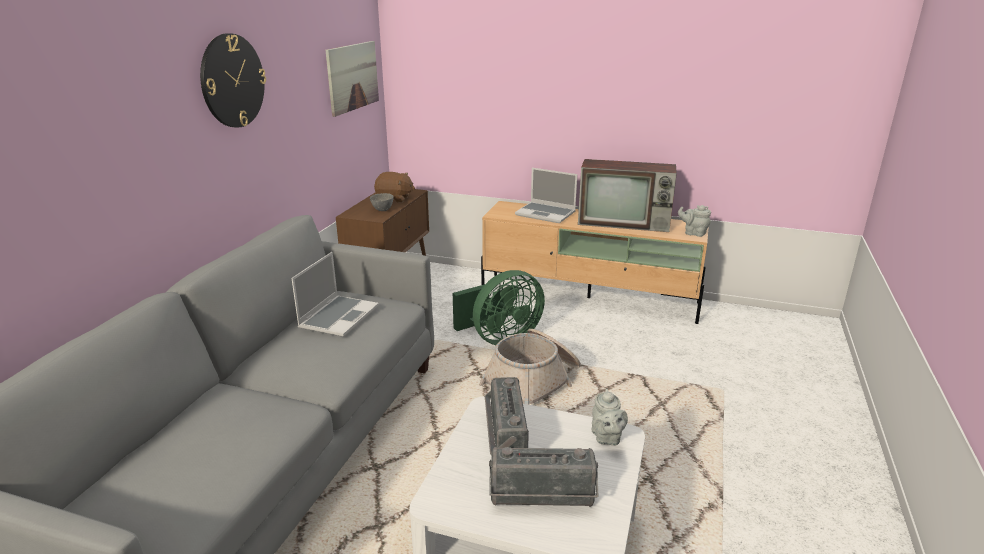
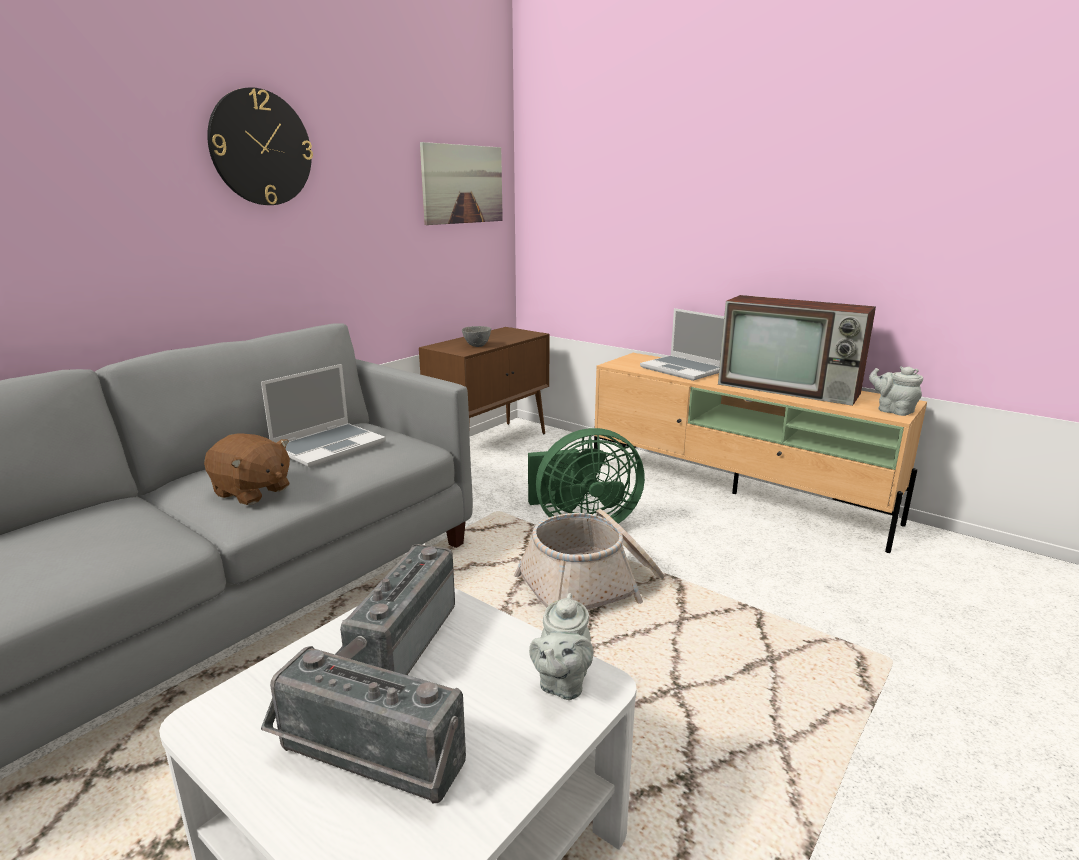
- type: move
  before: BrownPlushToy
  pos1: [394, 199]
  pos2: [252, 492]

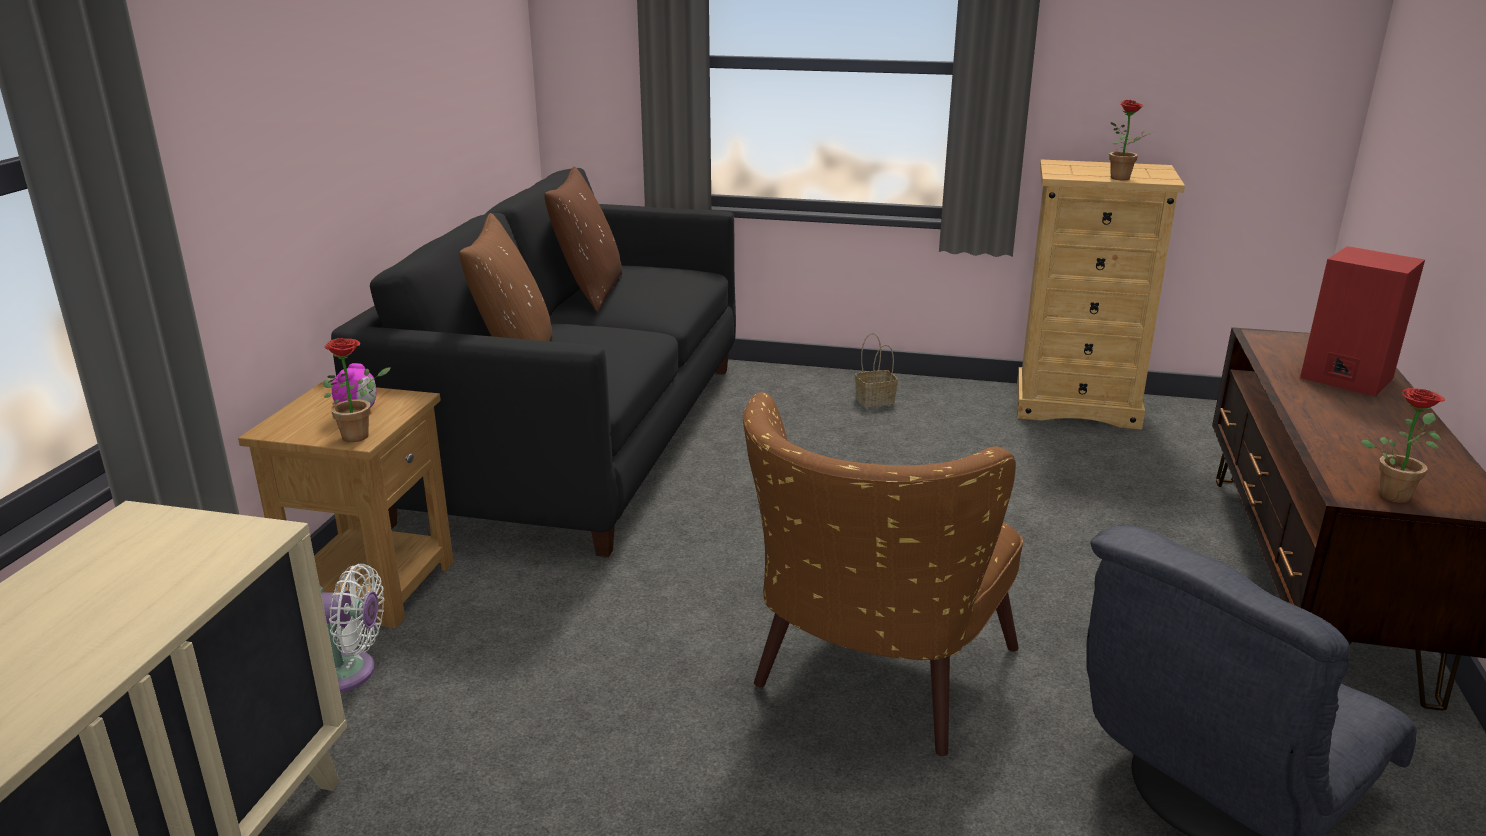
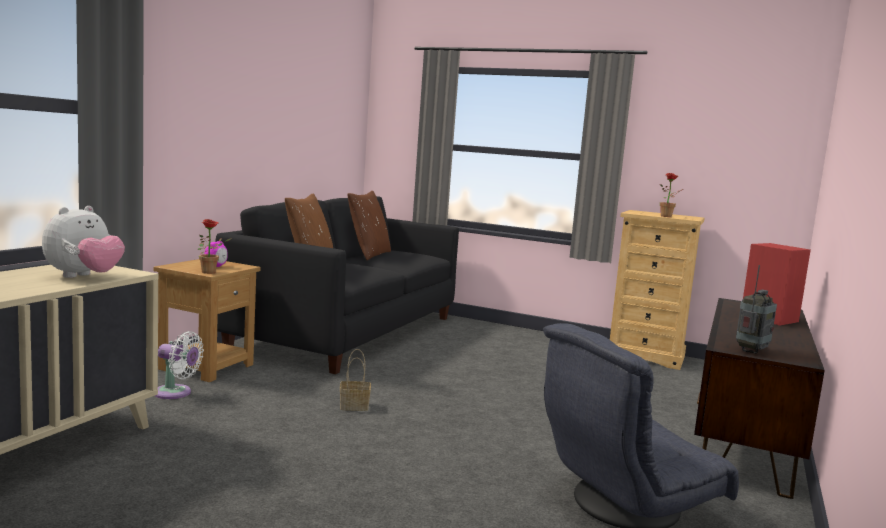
- type: insert
  after: PlushToy
  pos2: [84, 277]
- type: move
  before: Basket
  pos1: [874, 401]
  pos2: [353, 406]
- type: replace
  before: PottedPlant
  after: Radio
  pos1: [1394, 493]
  pos2: [751, 351]
- type: delete
  before: BrownArmchair
  pos1: [871, 682]

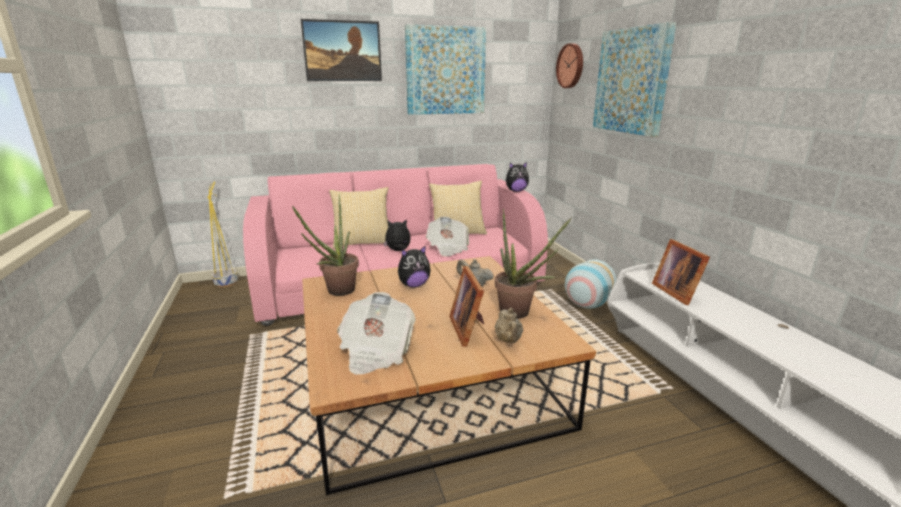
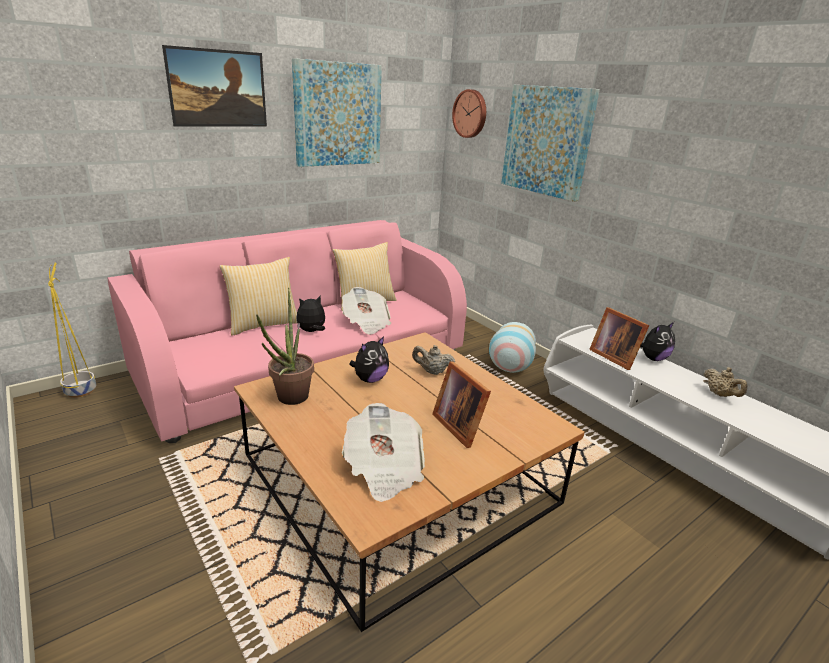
- type: move
  before: PlushToy
  pos1: [516, 191]
  pos2: [652, 358]
- type: move
  before: BeigeTeapot
  pos1: [508, 341]
  pos2: [720, 394]
- type: delete
  before: PottedPlant
  pos1: [520, 314]

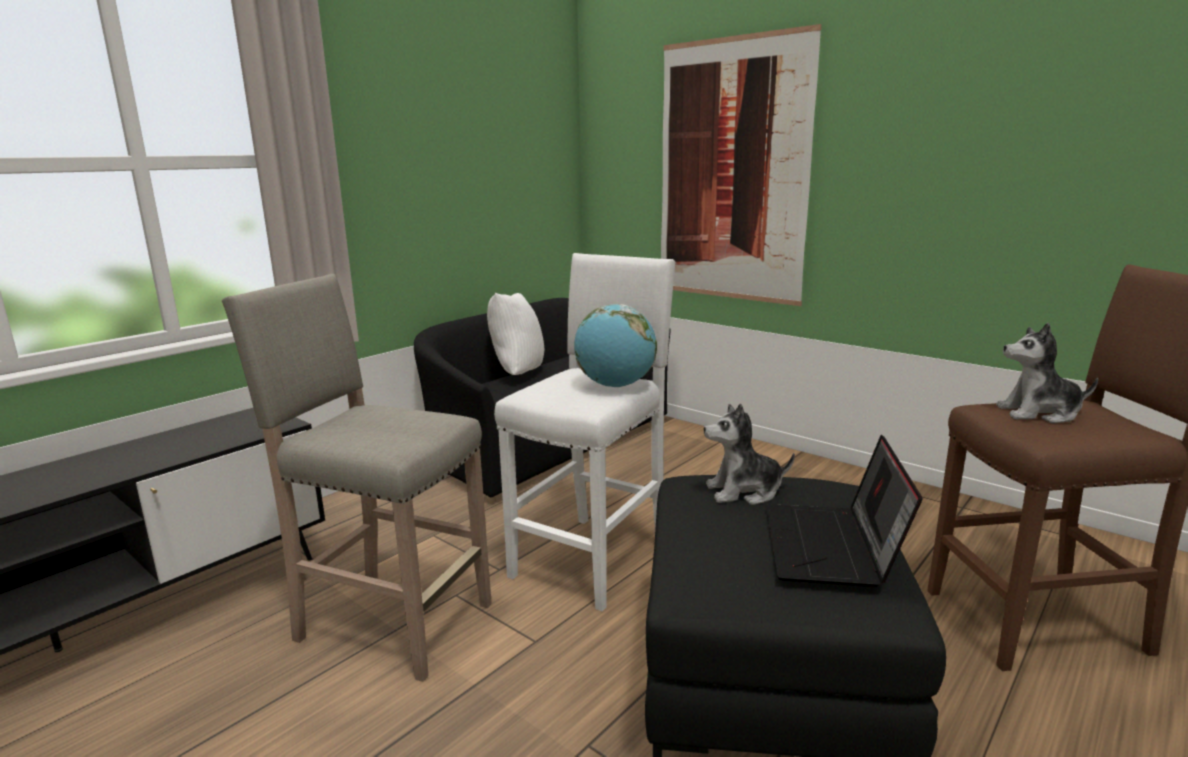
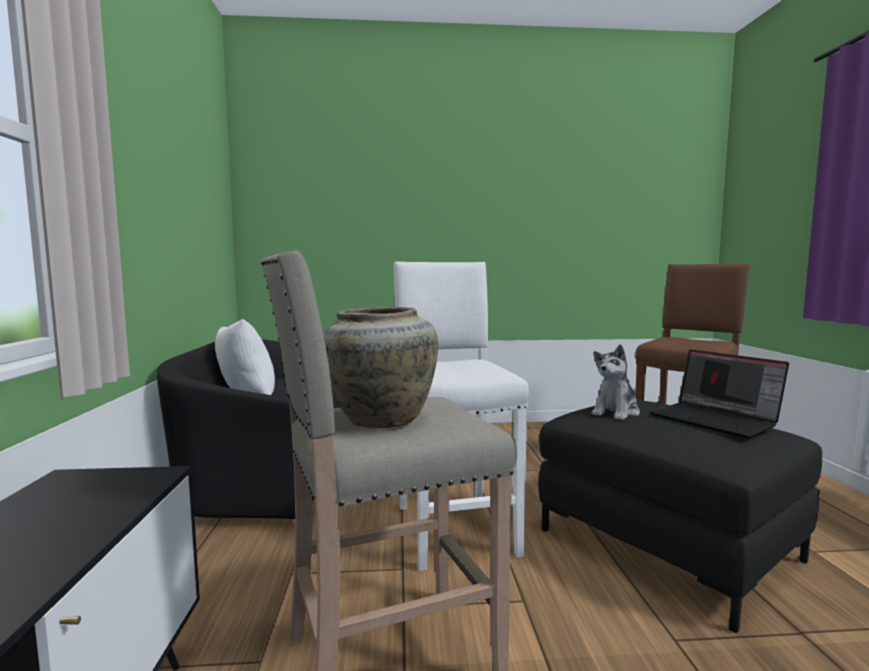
- type: insert
  after: BeigeVase
  pos2: [380, 419]
- type: delete
  before: Globe
  pos1: [615, 386]
- type: delete
  before: Picture
  pos1: [731, 173]
- type: delete
  before: PlushToy
  pos1: [1039, 413]

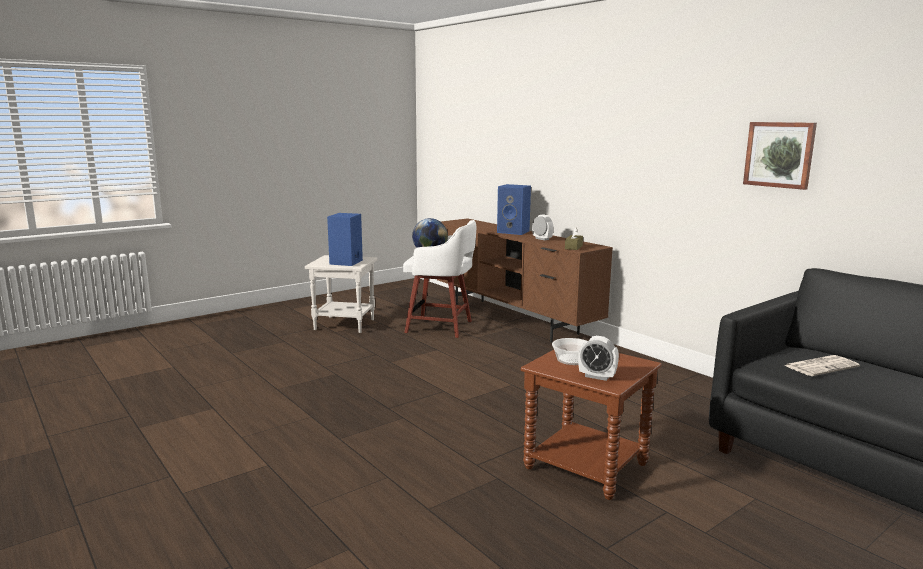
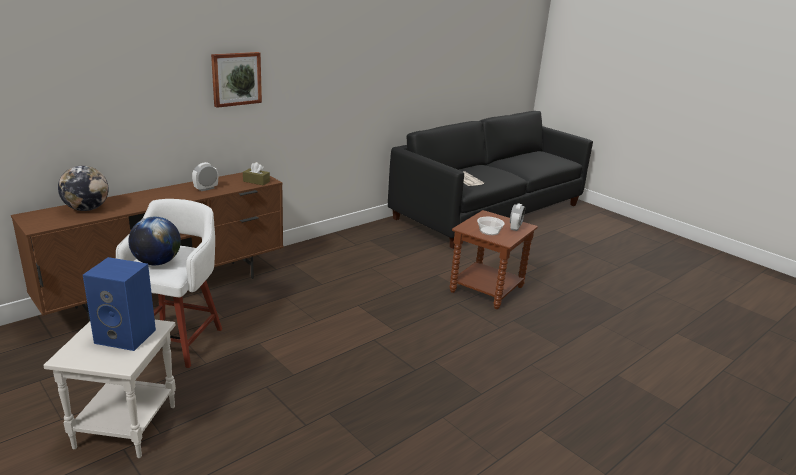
- type: insert
  after: Globe
  pos2: [86, 209]
- type: move
  before: Picture
  pos1: [779, 154]
  pos2: [236, 79]
- type: delete
  before: BlueSpeaker
  pos1: [514, 232]

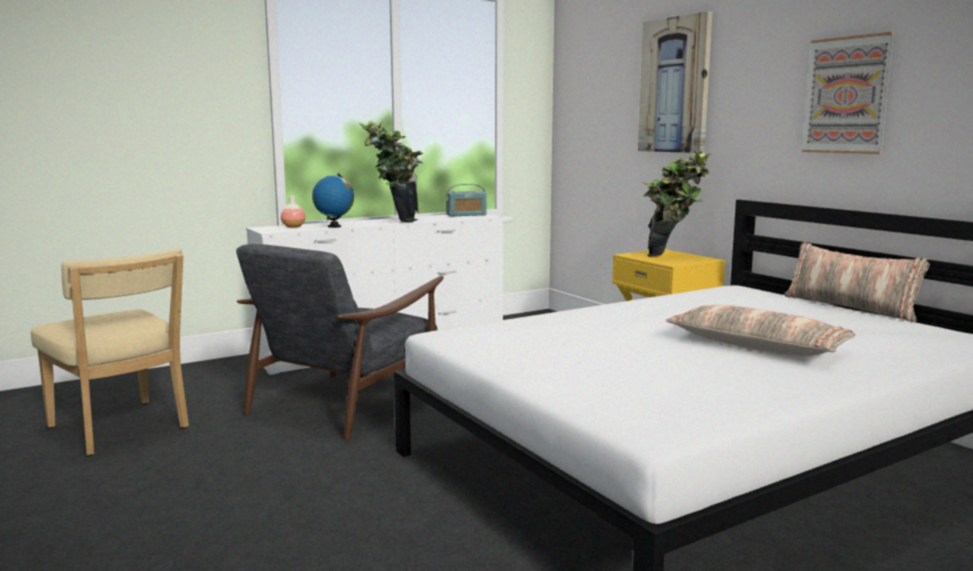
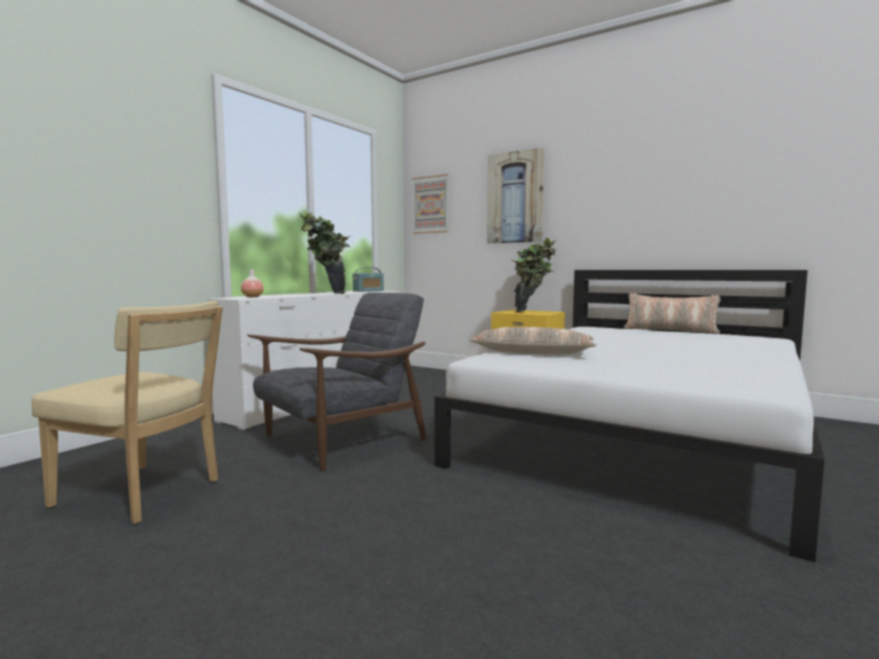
- type: rotate
  before: GreyArmchair
  pos1: [345, 402]
  pos2: [341, 439]
  turn: -135
- type: move
  before: Picture
  pos1: [847, 95]
  pos2: [431, 204]
- type: move
  before: Pillow
  pos1: [757, 346]
  pos2: [532, 353]
- type: delete
  before: Globe
  pos1: [334, 226]

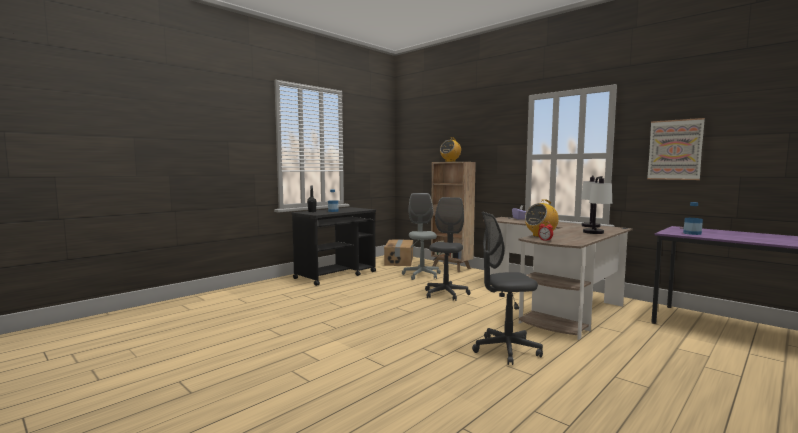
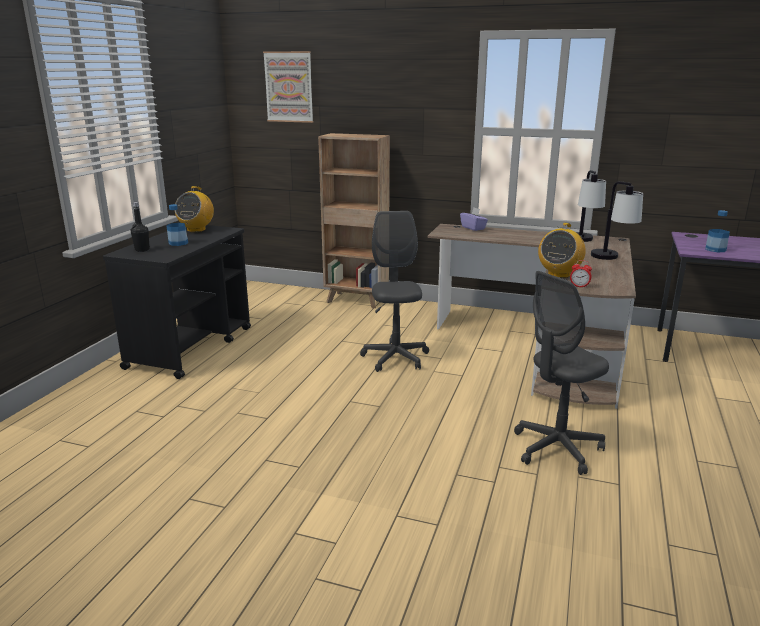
- type: move
  before: Radio
  pos1: [450, 161]
  pos2: [196, 230]
- type: move
  before: Picture
  pos1: [675, 150]
  pos2: [289, 87]
- type: delete
  before: CardboardBox
  pos1: [399, 261]
- type: delete
  before: GreyOfficeChair
  pos1: [421, 275]

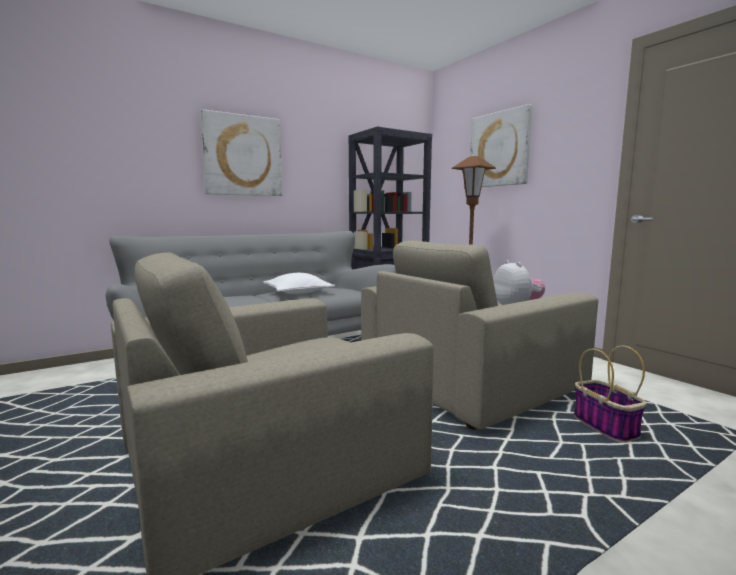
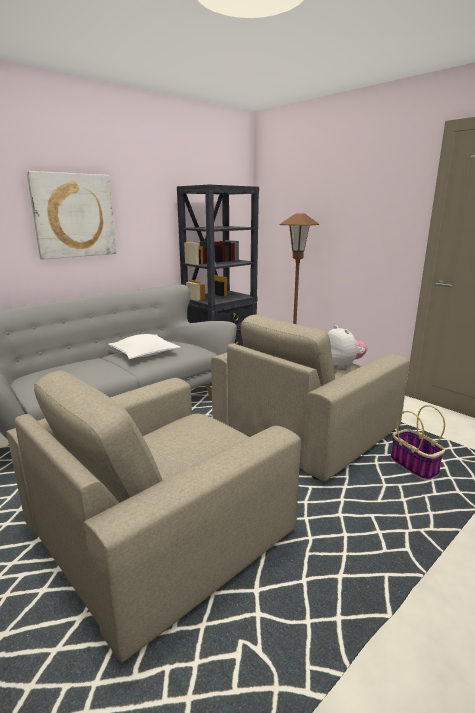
- type: delete
  before: Picture
  pos1: [499, 149]

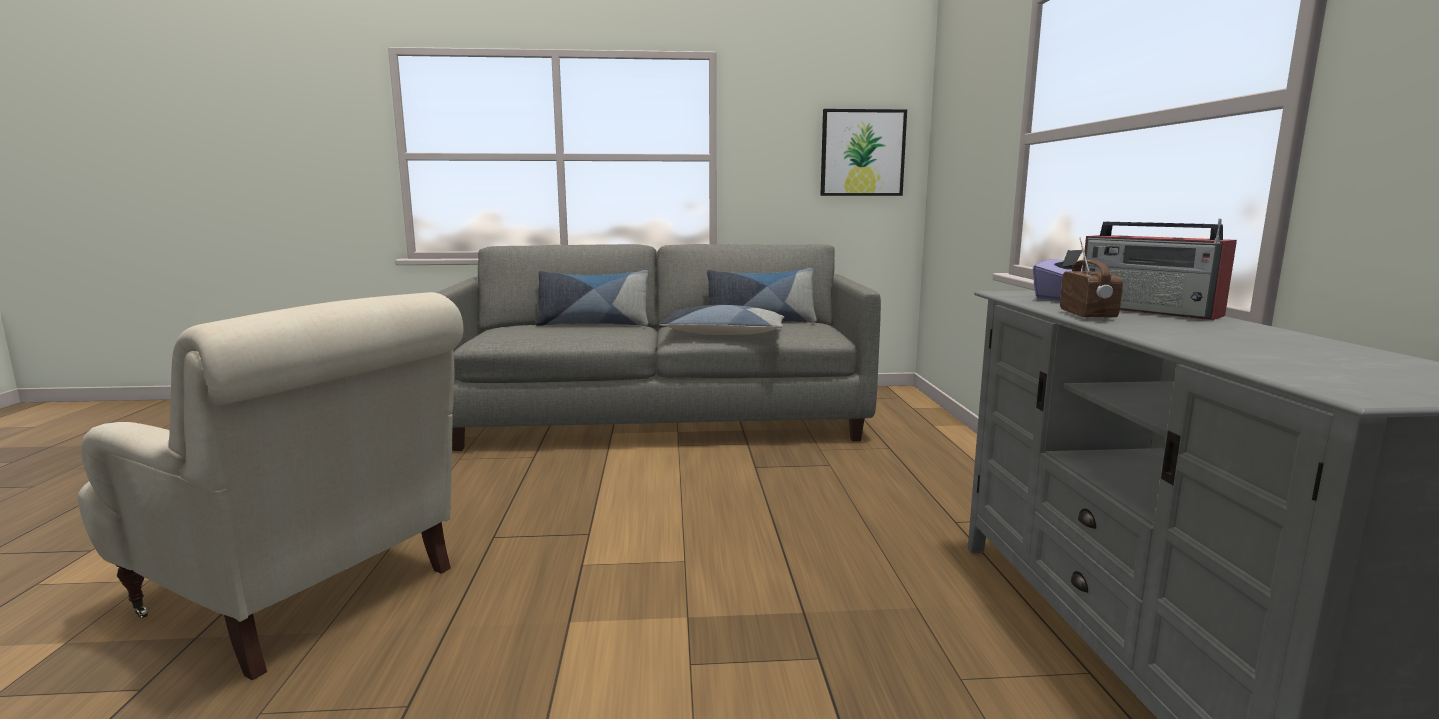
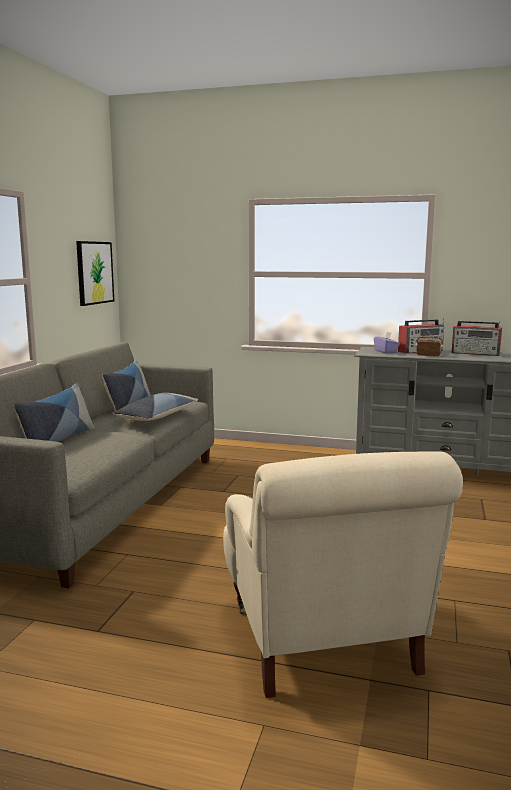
- type: rotate
  before: BeigeArmchair
  pos1: [303, 593]
  pos2: [323, 642]
  turn: 120
- type: insert
  after: Radio
  pos2: [476, 353]

